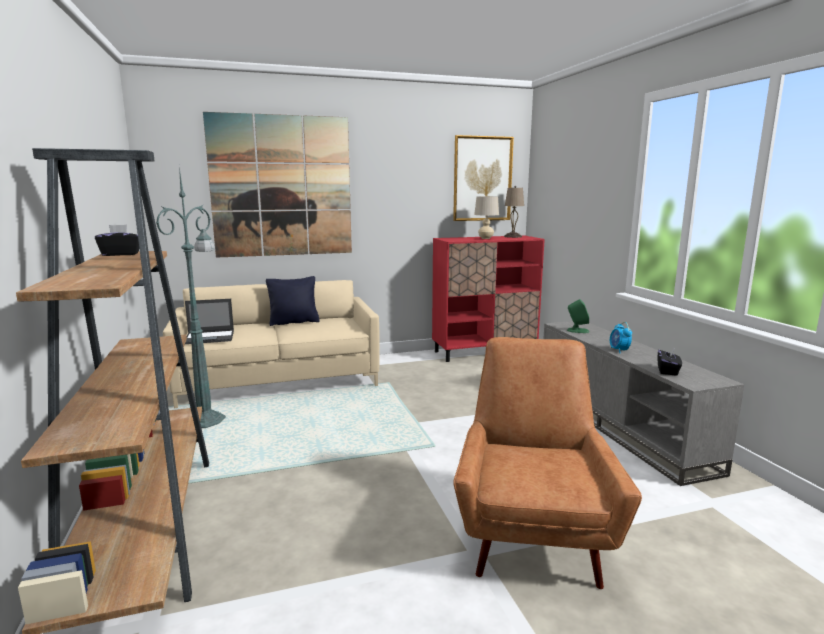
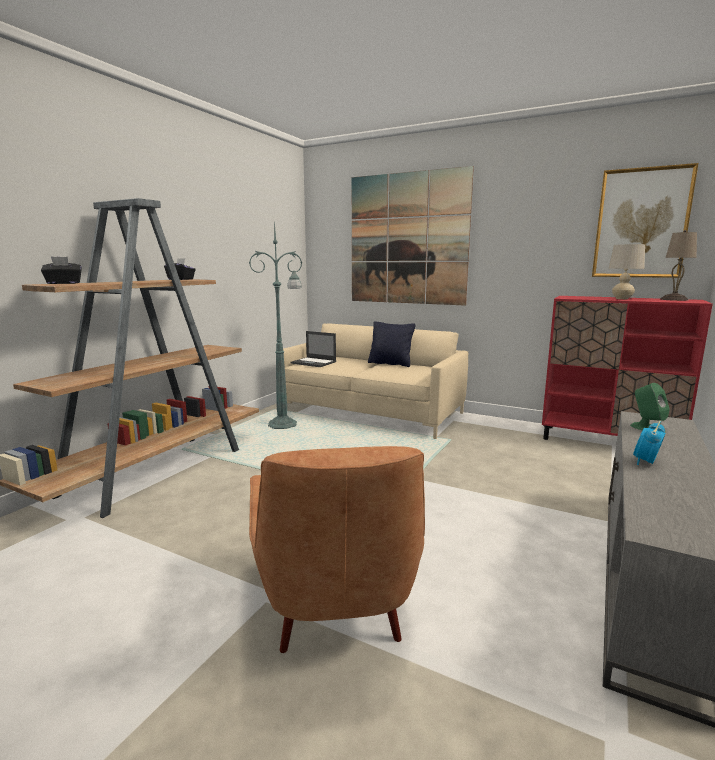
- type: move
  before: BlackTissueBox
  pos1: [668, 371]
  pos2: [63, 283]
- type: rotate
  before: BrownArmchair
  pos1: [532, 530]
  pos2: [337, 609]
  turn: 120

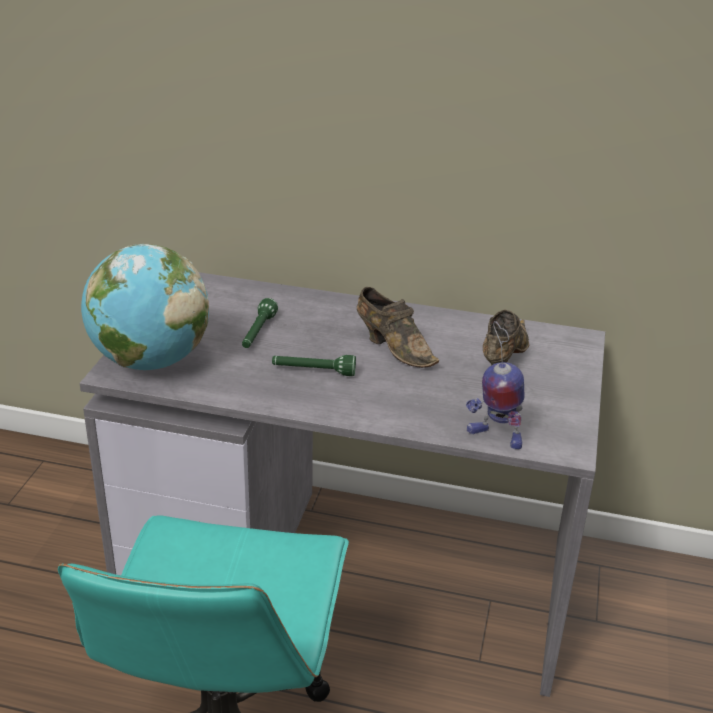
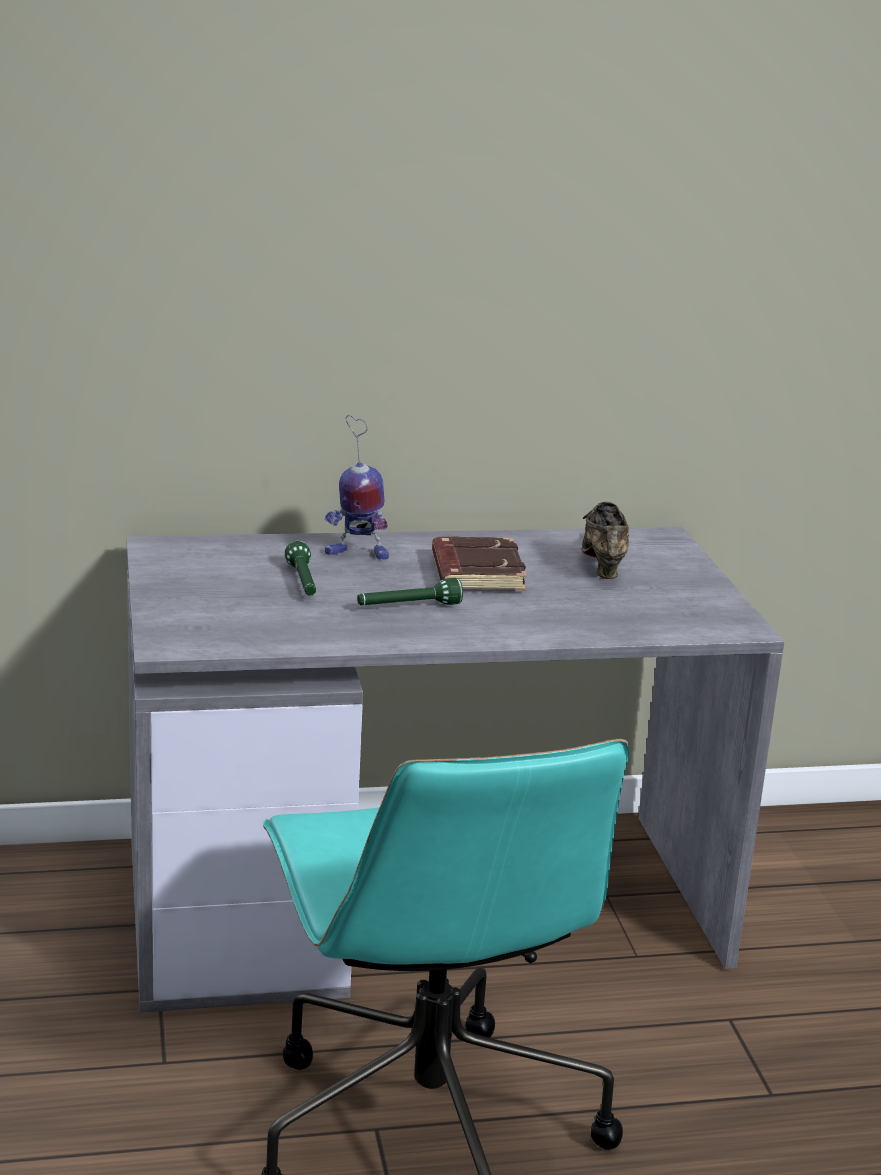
- type: move
  before: ToyRobot
  pos1: [494, 436]
  pos2: [356, 554]
- type: replace
  before: BrownShoe
  after: BrownBook
  pos1: [394, 347]
  pos2: [475, 573]
- type: delete
  before: Globe
  pos1: [150, 361]

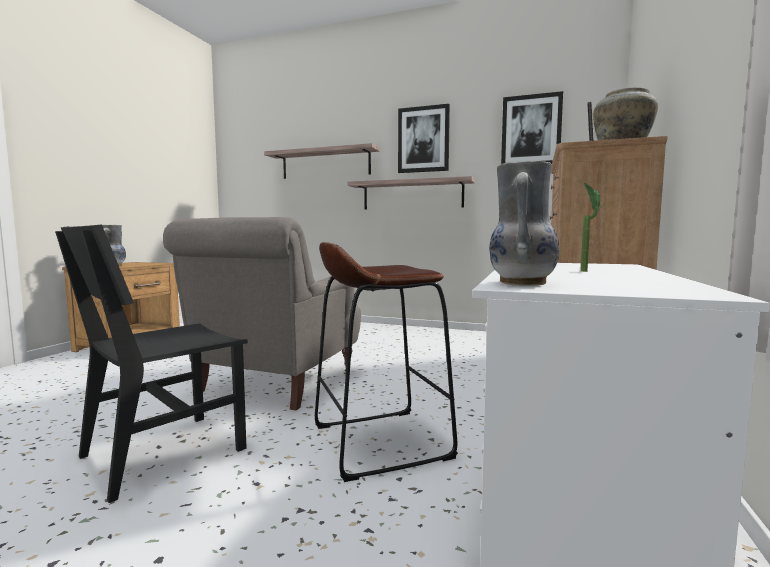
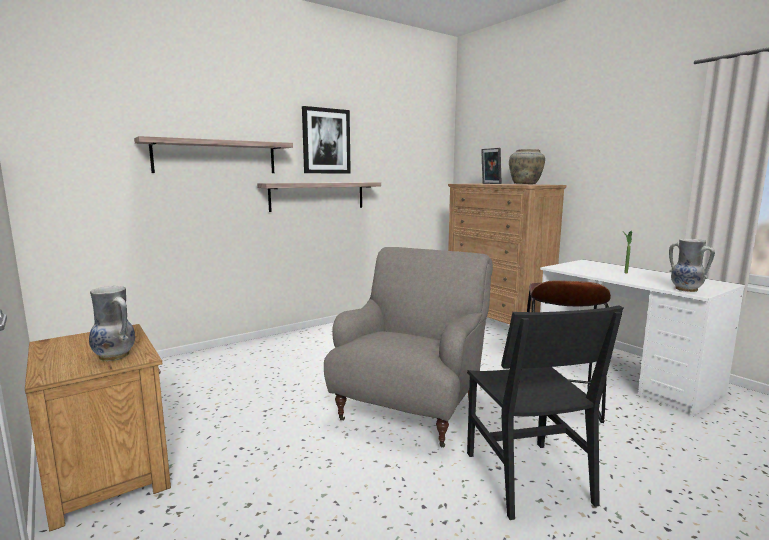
- type: rotate
  before: GreyArmchair
  pos1: [275, 383]
  pos2: [411, 409]
  turn: -120
- type: delete
  before: Picture
  pos1: [531, 131]

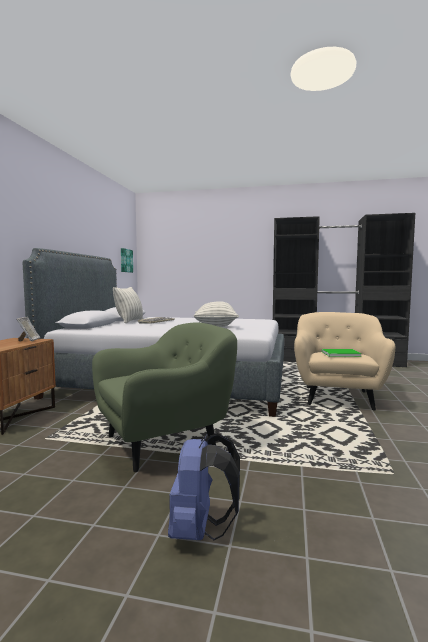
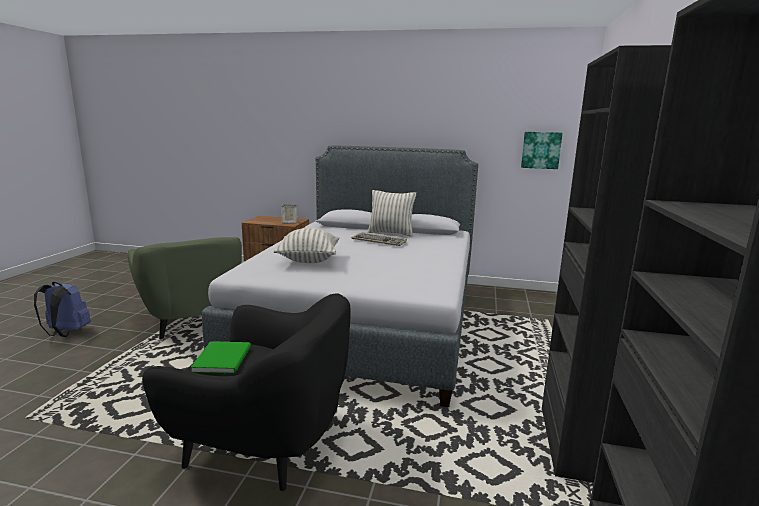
- type: recolor
  before: BeigeArmchair
  after: BlackArmchair
  pos1: [337, 397]
  pos2: [264, 443]

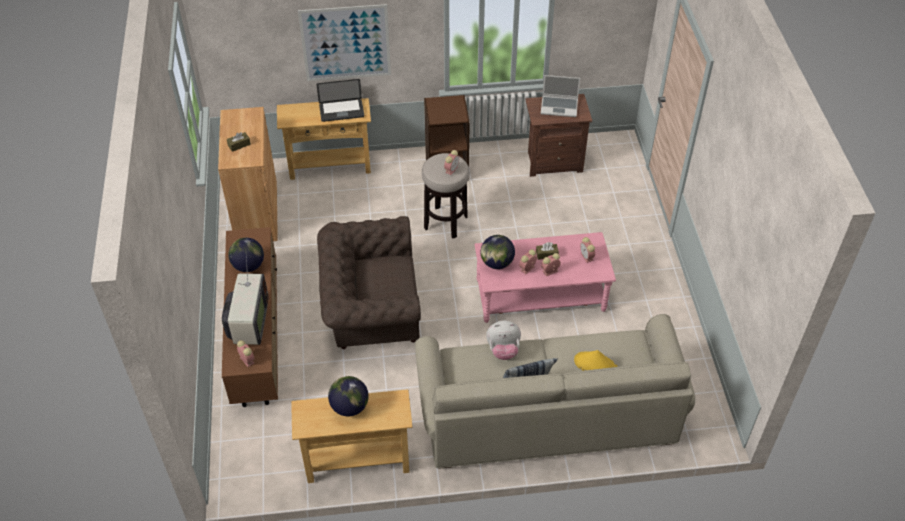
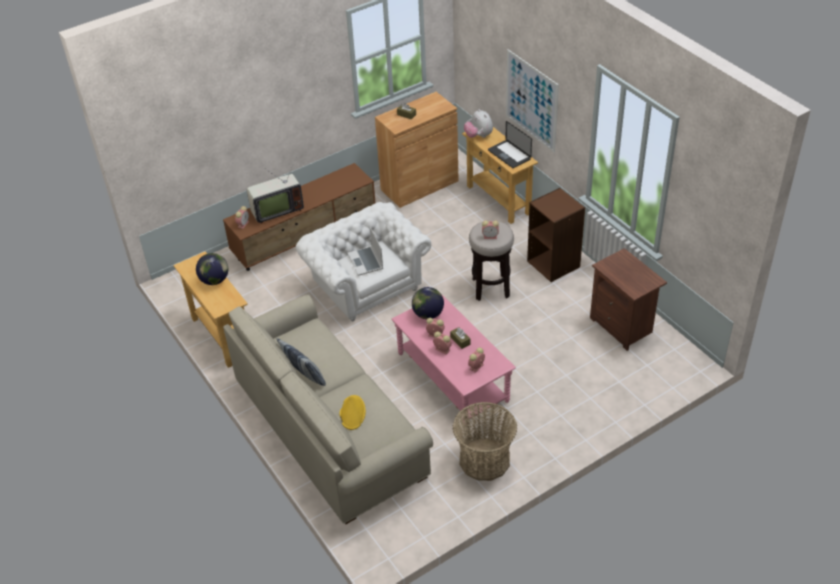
- type: recolor
  before: BrownArmchair
  after: WhiteArmchair
  pos1: [371, 311]
  pos2: [366, 285]
- type: move
  before: Laptop
  pos1: [559, 107]
  pos2: [366, 262]
- type: insert
  after: Basket
  pos2: [484, 460]
- type: move
  before: PlushToy
  pos1: [503, 350]
  pos2: [478, 136]
- type: delete
  before: Globe
  pos1: [248, 266]

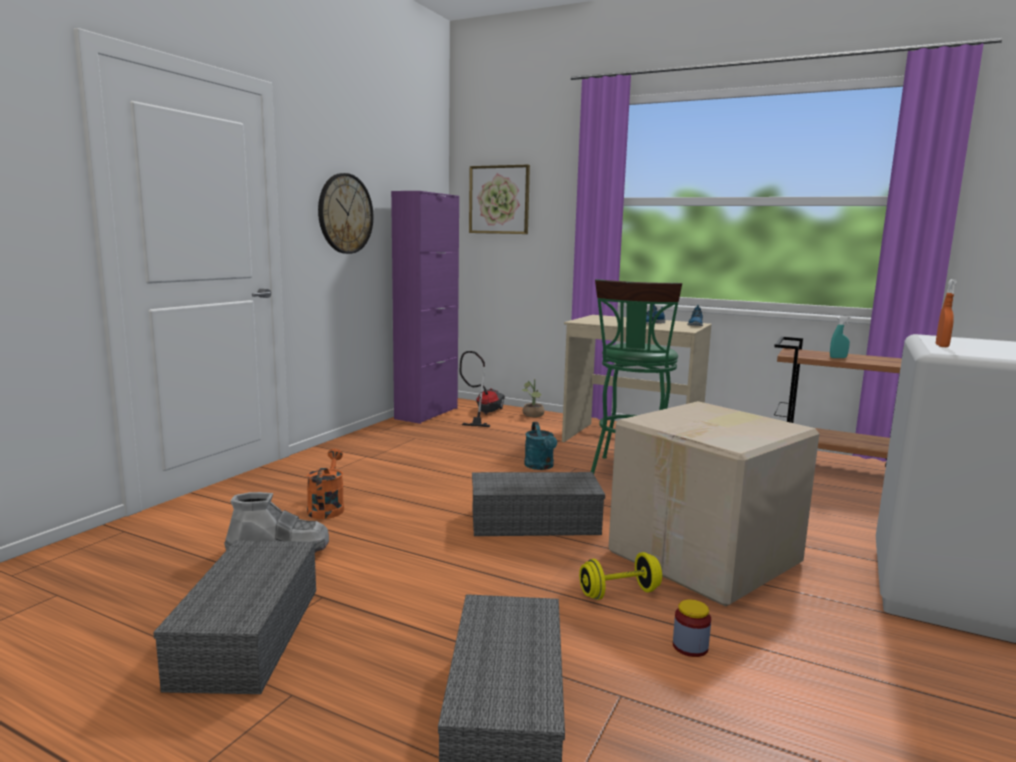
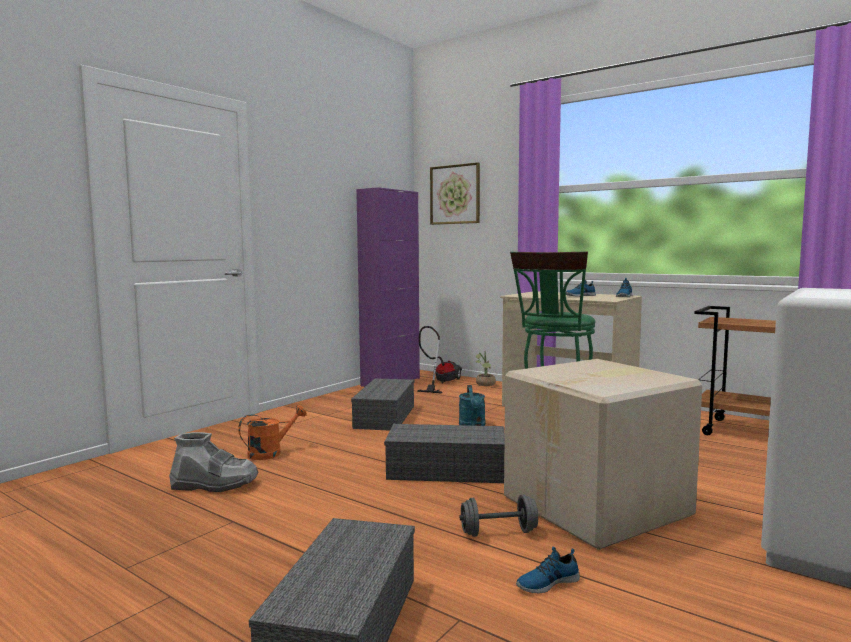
- type: rotate
  before: OrangeWateringCan
  pos1: [327, 508]
  pos2: [270, 453]
  turn: 45
- type: move
  before: GreyStorageBox
  pos1: [247, 633]
  pos2: [384, 416]
- type: recolor
  before: YellowDumbbell
  after: GreyDumbbell
  pos1: [619, 593]
  pos2: [498, 532]
- type: replace
  before: Jar
  after: Shoe
  pos1: [690, 647]
  pos2: [547, 582]
- type: delete
  before: WallClock
  pos1: [345, 214]
- type: delete
  before: TurquoiseSprayBottle
  pos1: [838, 358]
- type: delete
  before: OrangeSprayBottle
  pos1: [942, 346]

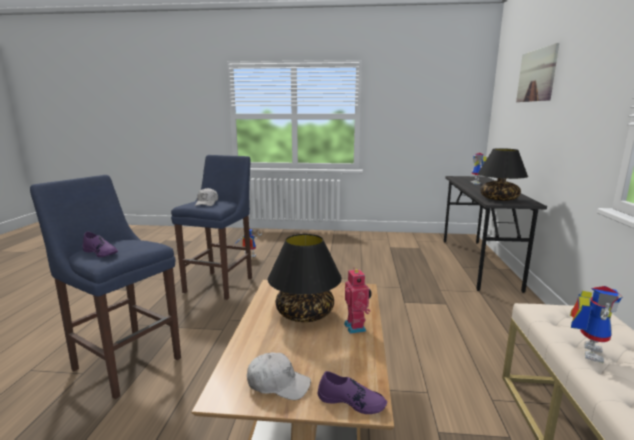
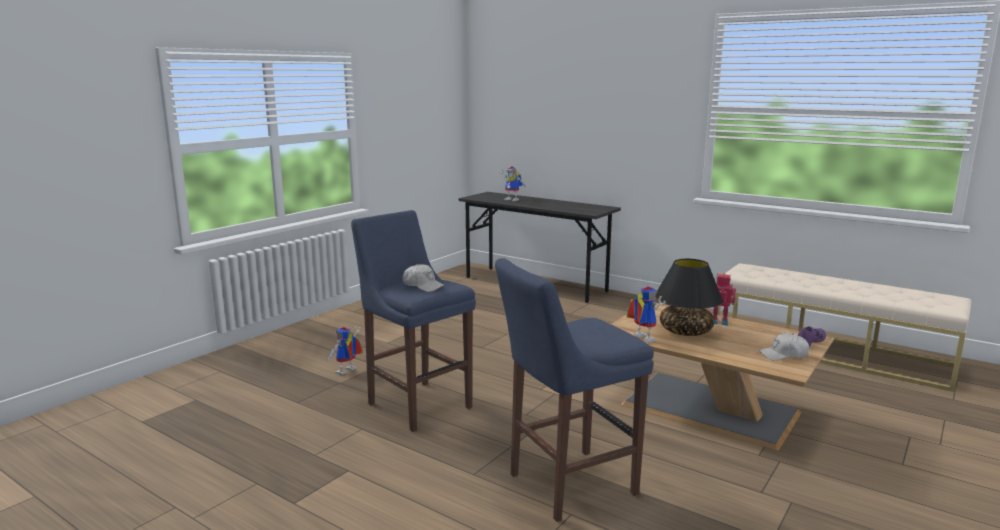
- type: move
  before: ToyRobot
  pos1: [586, 350]
  pos2: [640, 338]
- type: rotate
  before: WhiteCap
  pos1: [278, 384]
  pos2: [783, 355]
  turn: -135
- type: delete
  before: PurpleShoe
  pos1: [101, 252]
- type: delete
  before: BlackTableLamp
  pos1: [498, 199]
- type: delete
  before: Picture
  pos1: [536, 75]

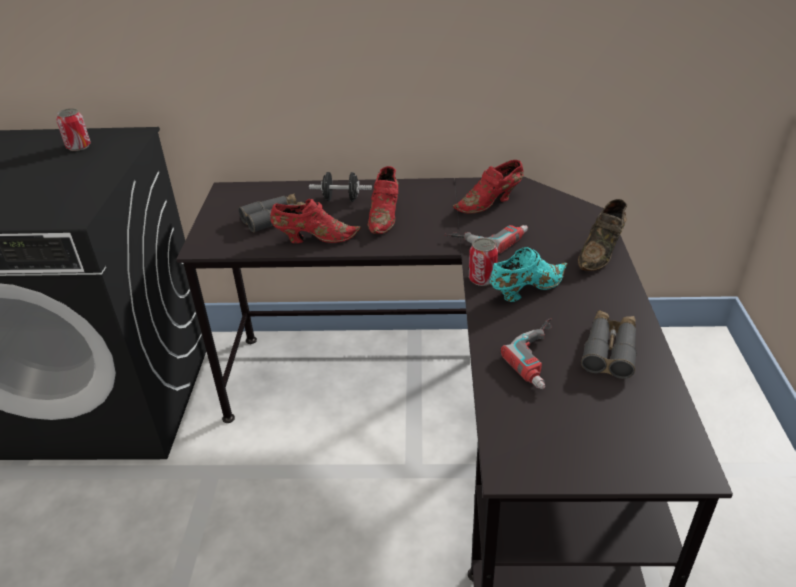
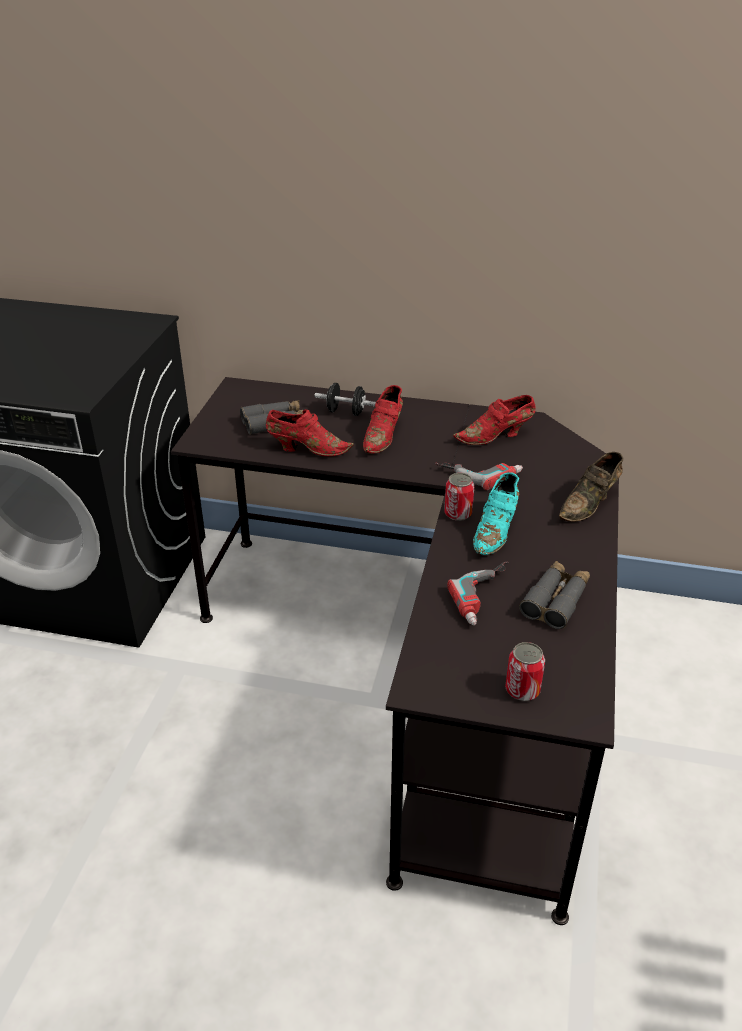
- type: rotate
  before: TurquoiseShoe
  pos1: [525, 290]
  pos2: [496, 531]
  turn: 135
- type: move
  before: Can
  pos1: [78, 146]
  pos2: [522, 690]

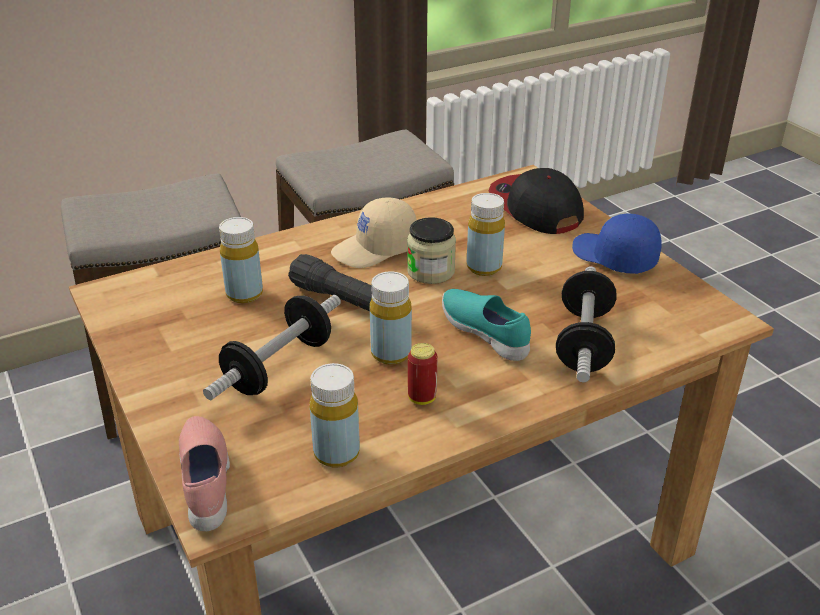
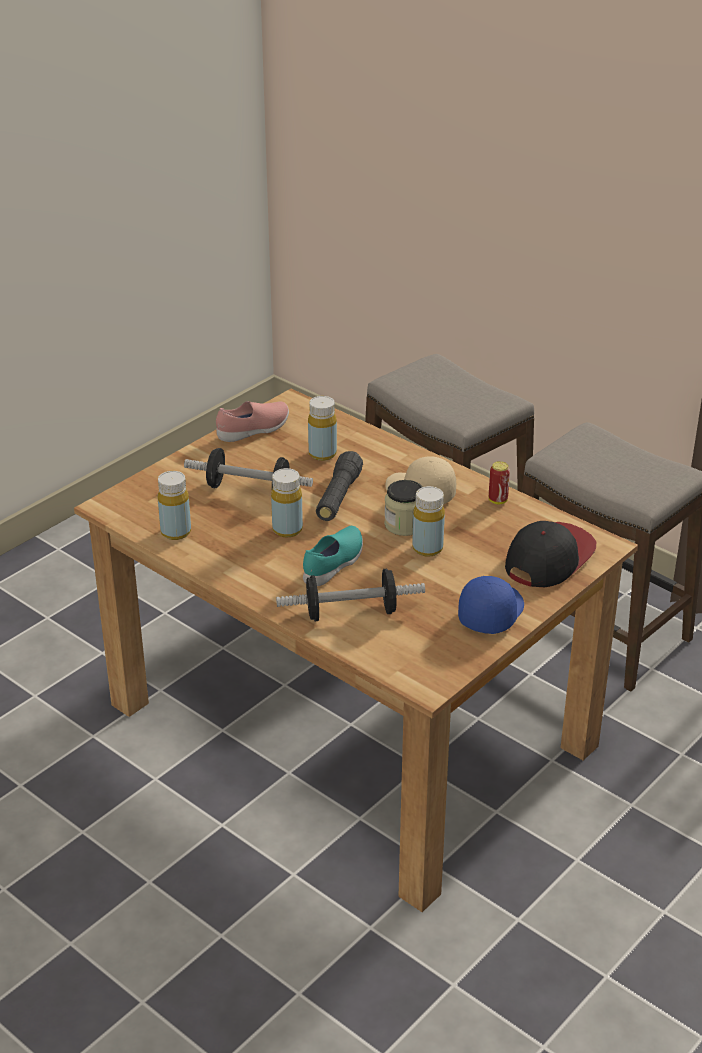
- type: move
  before: PinkShoe
  pos1: [207, 483]
  pos2: [254, 430]
- type: move
  before: Can
  pos1: [422, 398]
  pos2: [498, 500]

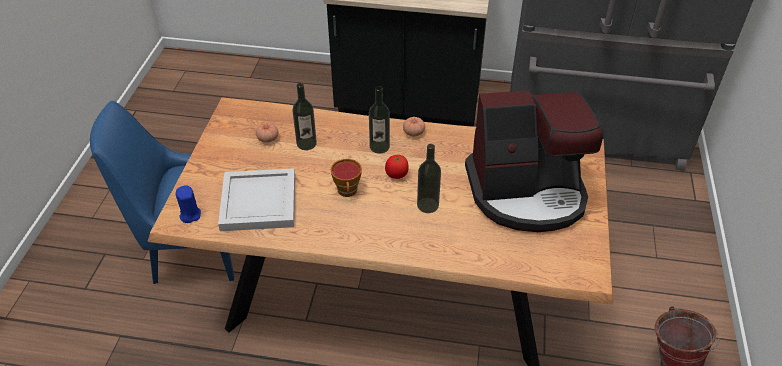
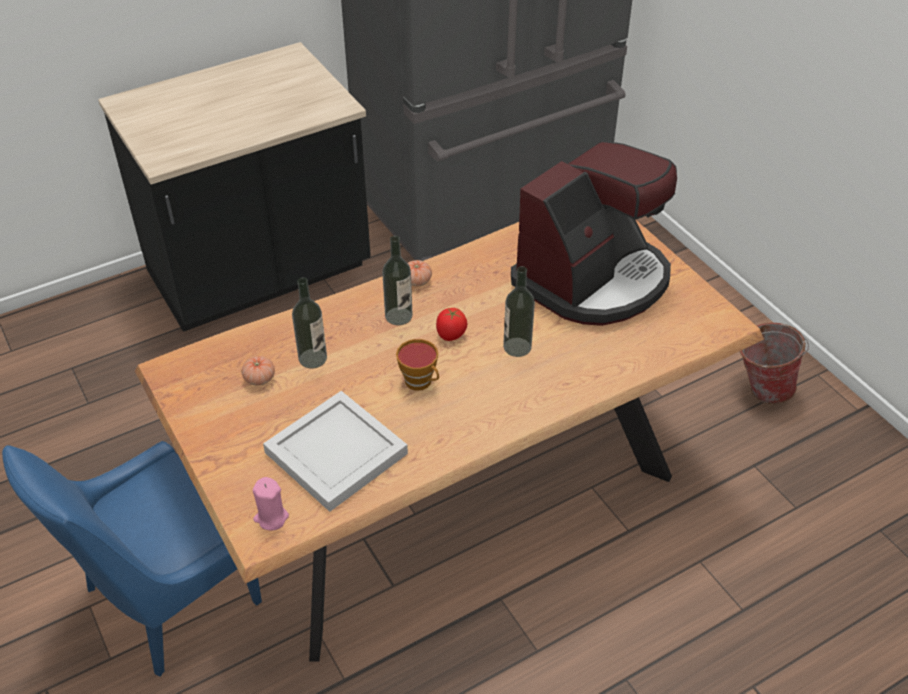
- type: recolor
  before: BlueCandle
  after: PinkCandle
  pos1: [190, 215]
  pos2: [271, 517]

